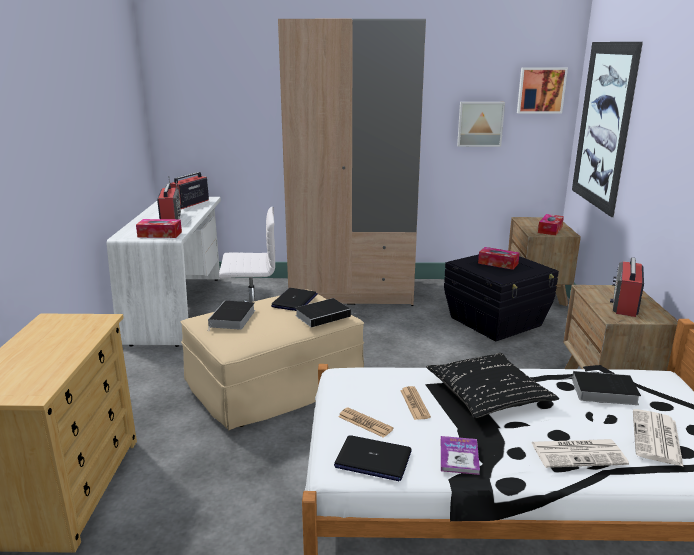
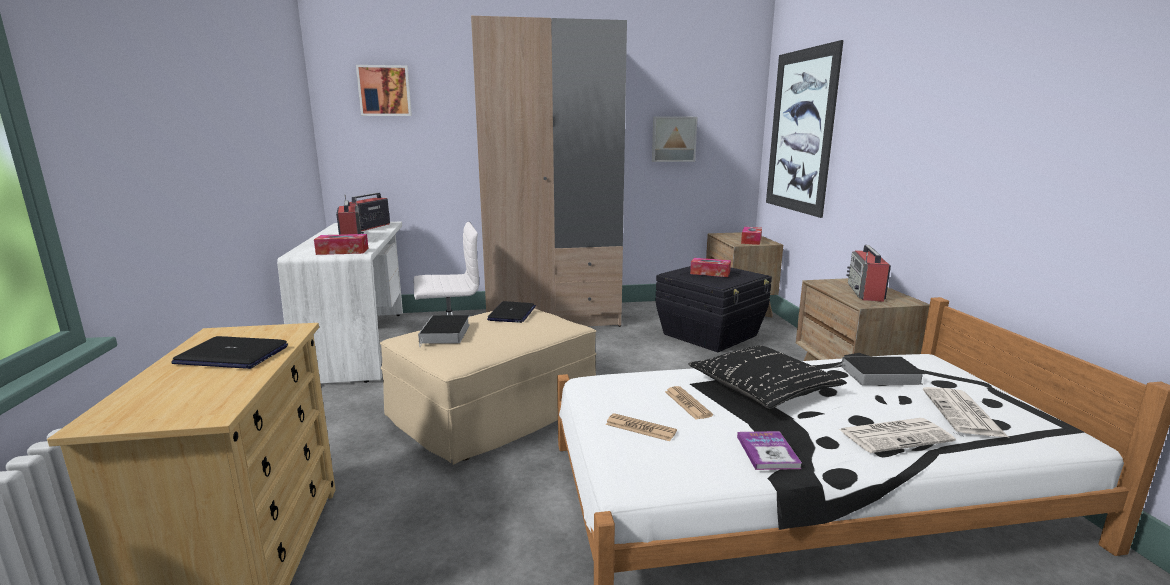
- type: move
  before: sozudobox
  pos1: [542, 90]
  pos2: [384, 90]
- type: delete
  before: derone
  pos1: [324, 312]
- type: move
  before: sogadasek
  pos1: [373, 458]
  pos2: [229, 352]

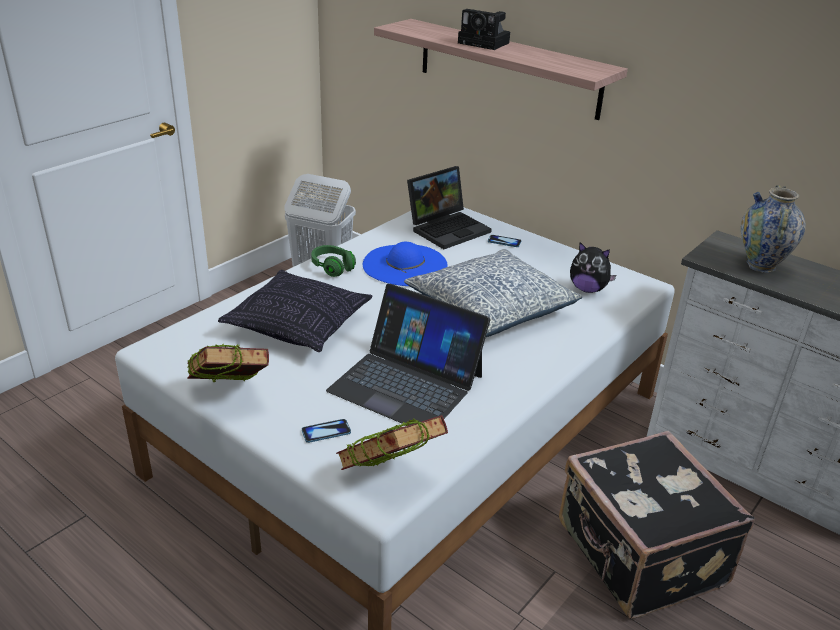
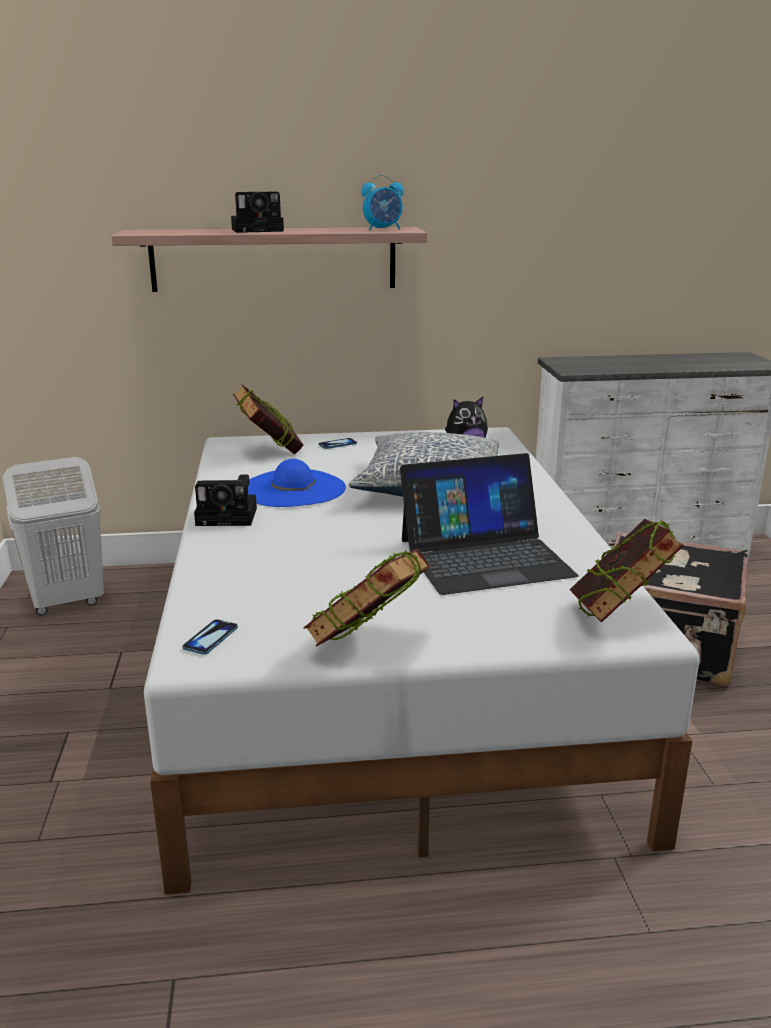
- type: replace
  before: sogadasek
  after: derone
  pos1: [449, 207]
  pos2: [268, 420]
- type: delete
  before: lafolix
  pos1: [773, 229]
- type: replace
  before: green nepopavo
  after: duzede
  pos1: [333, 261]
  pos2: [225, 500]
- type: delete
  before: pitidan
  pos1: [295, 311]
- type: move
  before: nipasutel
  pos1: [326, 431]
  pos2: [210, 637]
- type: insert
  after: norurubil
  pos2: [382, 202]

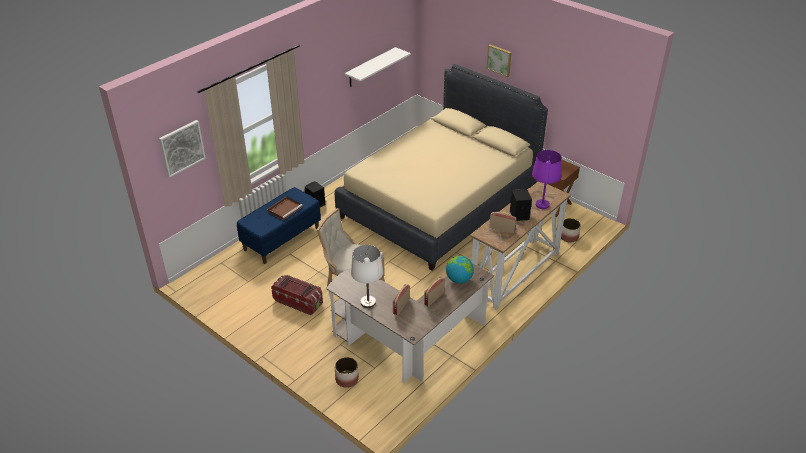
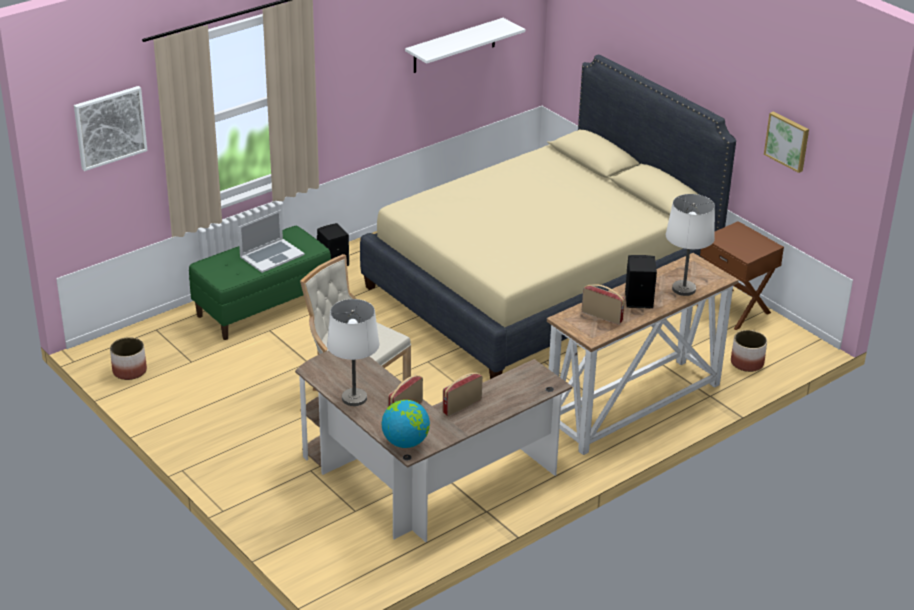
- type: move
  before: sozudobox
  pos1: [499, 61]
  pos2: [786, 142]
- type: recolor
  before: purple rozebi
  after: white rozebi
  pos1: [547, 179]
  pos2: [690, 245]
- type: recolor
  before: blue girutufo
  after: green girutufo
  pos1: [279, 225]
  pos2: [260, 283]
- type: replace
  before: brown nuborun
  after: sogadasek
  pos1: [285, 208]
  pos2: [271, 241]
- type: move
  before: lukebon
  pos1: [460, 270]
  pos2: [406, 424]
- type: delete
  before: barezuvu
  pos1: [297, 295]
- type: move
  before: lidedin
  pos1: [347, 372]
  pos2: [128, 358]

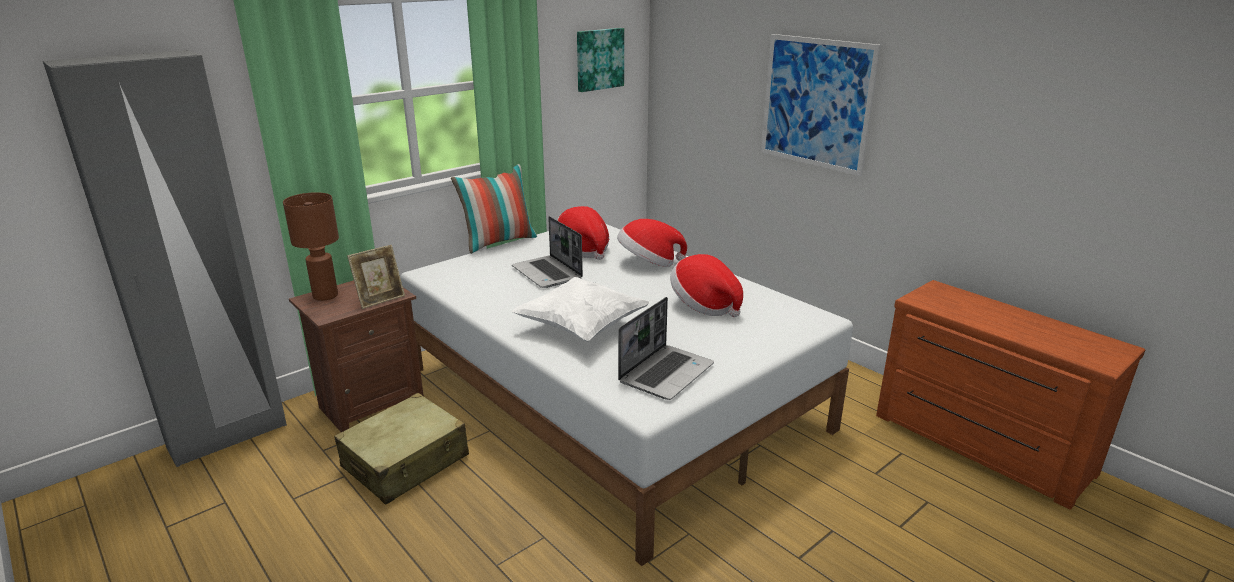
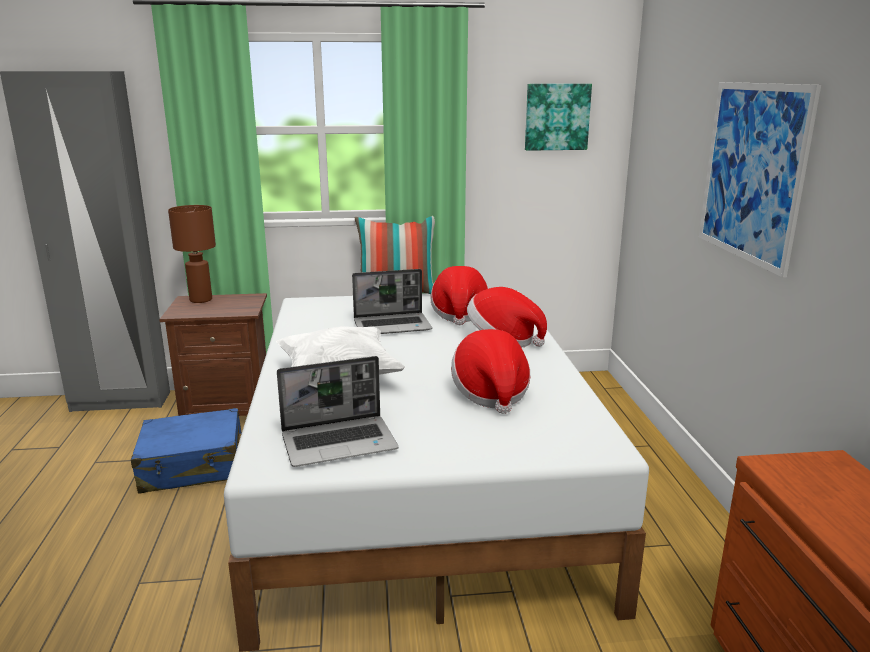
- type: rotate
  before: sogadasek
  pos1: [547, 252]
  pos2: [392, 301]
  turn: -105
- type: delete
  before: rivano
  pos1: [376, 277]
- type: recolor
  before: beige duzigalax
  after: blue duzigalax
  pos1: [401, 448]
  pos2: [186, 451]

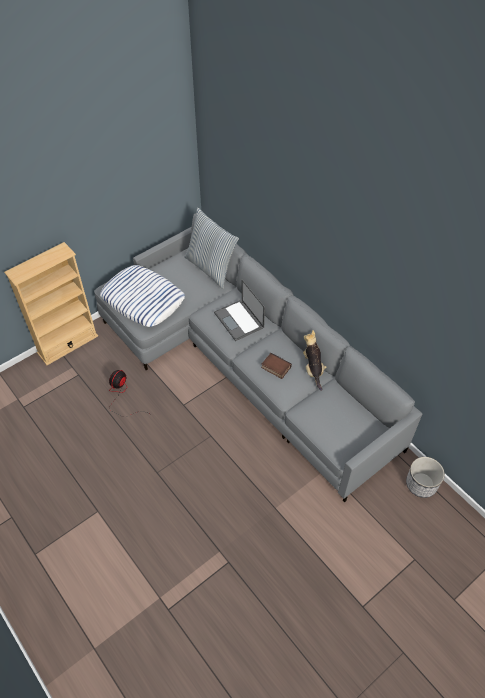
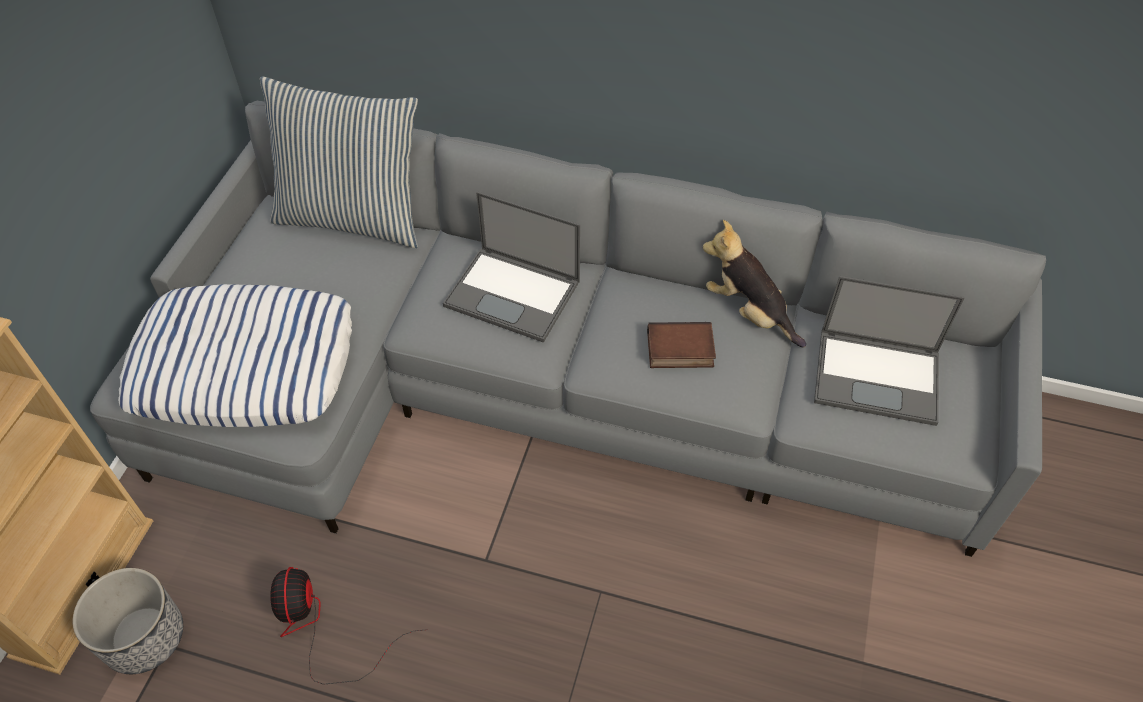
- type: move
  before: lidedin
  pos1: [425, 477]
  pos2: [127, 621]
- type: insert
  after: sogadasek
  pos2: [889, 351]

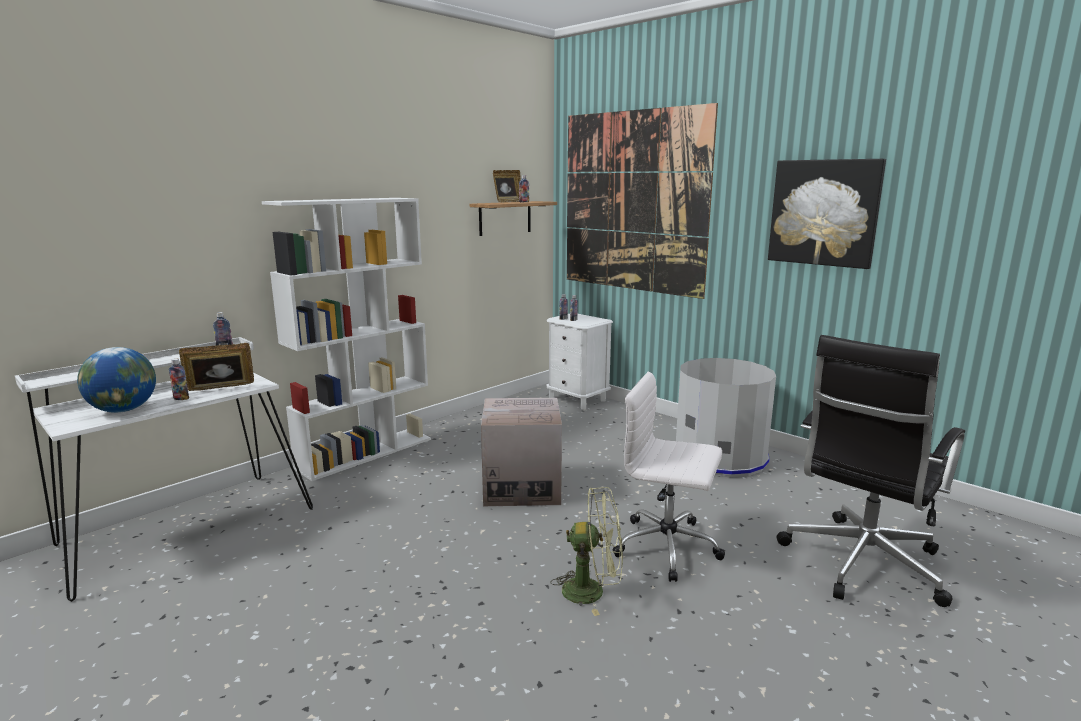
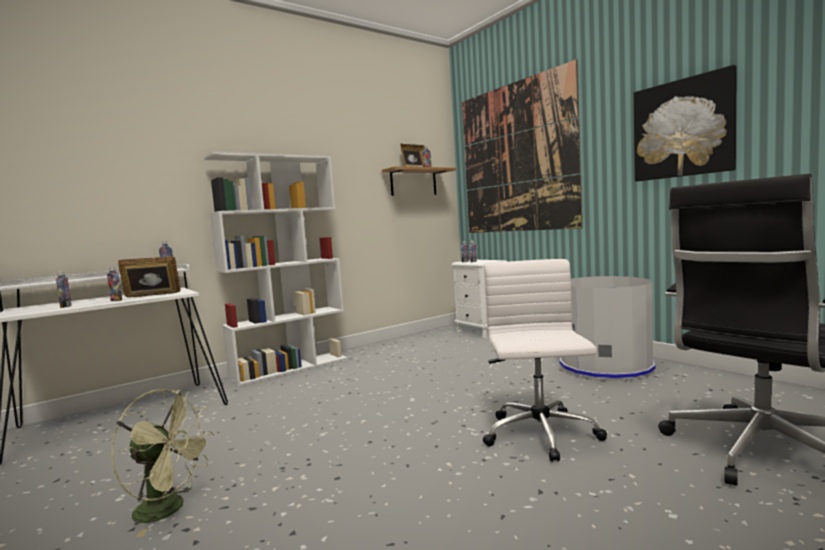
- type: replace
  before: lukebon
  after: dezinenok
  pos1: [116, 380]
  pos2: [64, 289]
- type: rotate
  before: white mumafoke
  pos1: [669, 476]
  pos2: [545, 360]
  turn: 60
- type: delete
  before: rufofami
  pos1: [521, 452]
- type: move
  before: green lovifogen
  pos1: [587, 551]
  pos2: [162, 463]

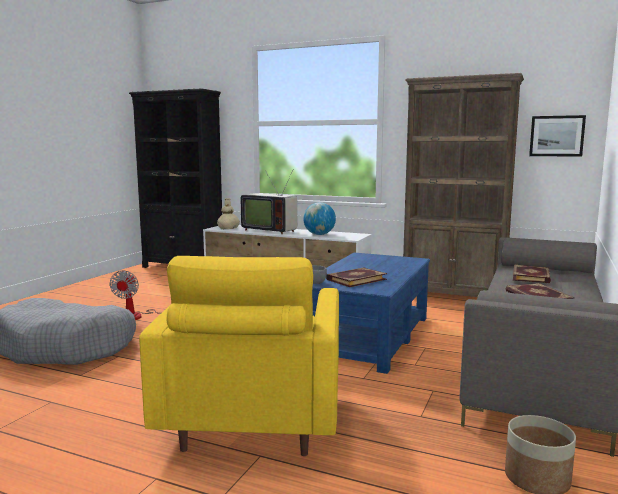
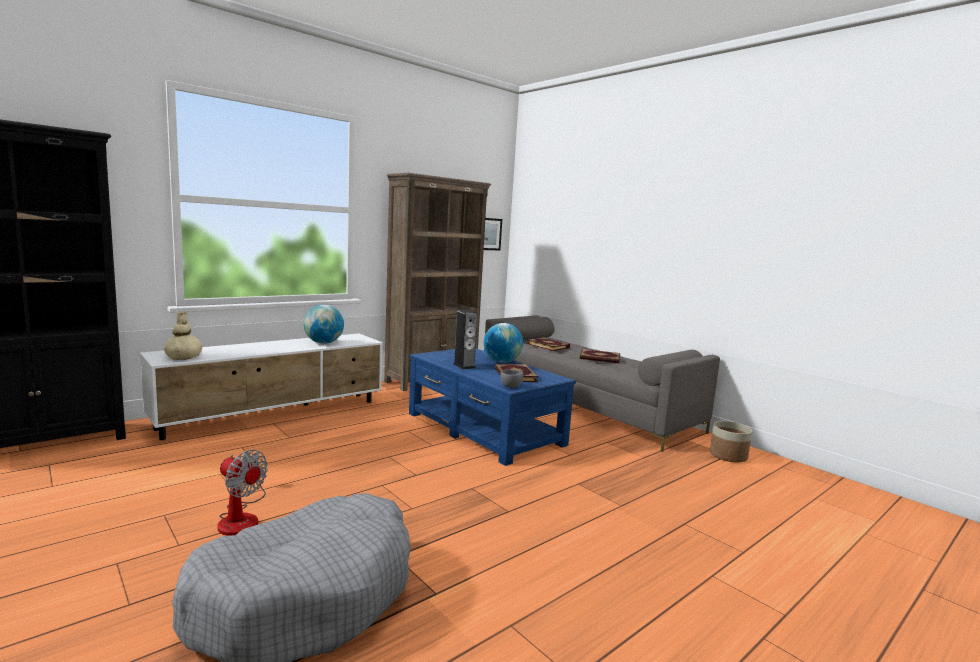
- type: delete
  before: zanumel
  pos1: [269, 202]
- type: delete
  before: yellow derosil
  pos1: [239, 356]
- type: insert
  after: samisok
  pos2: [465, 339]
- type: insert
  after: lukebon
  pos2: [503, 343]

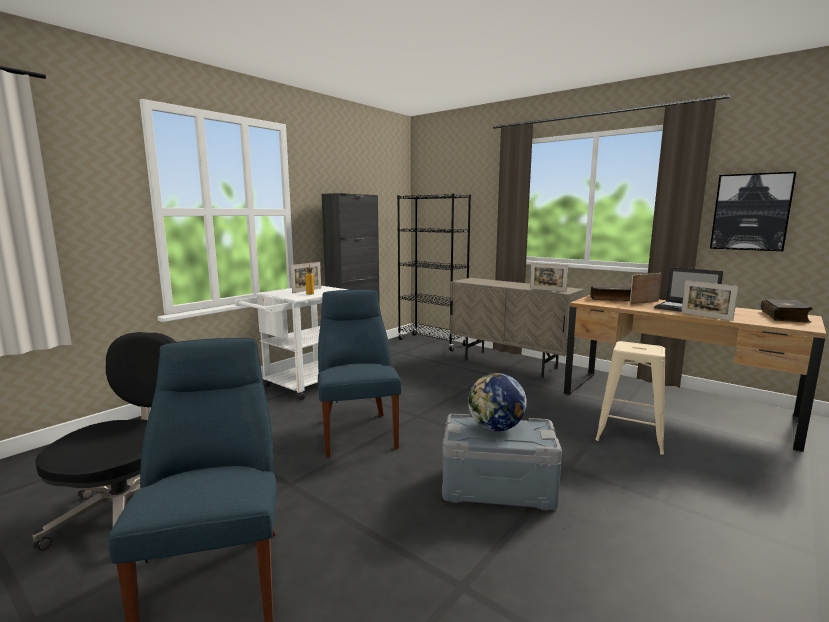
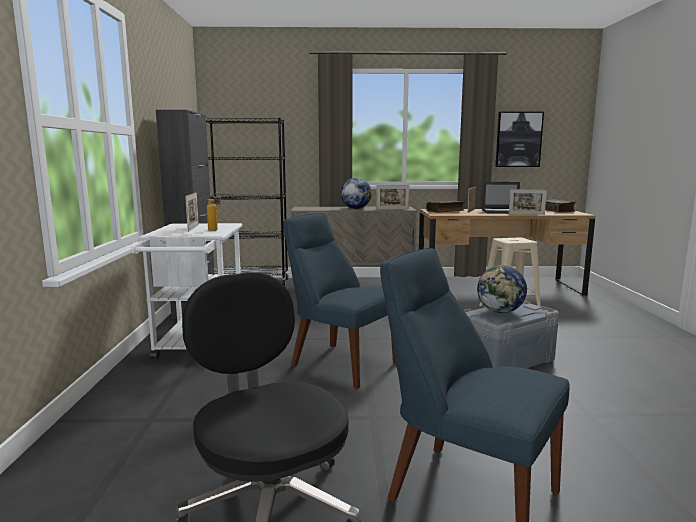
- type: insert
  after: lukebon
  pos2: [356, 193]

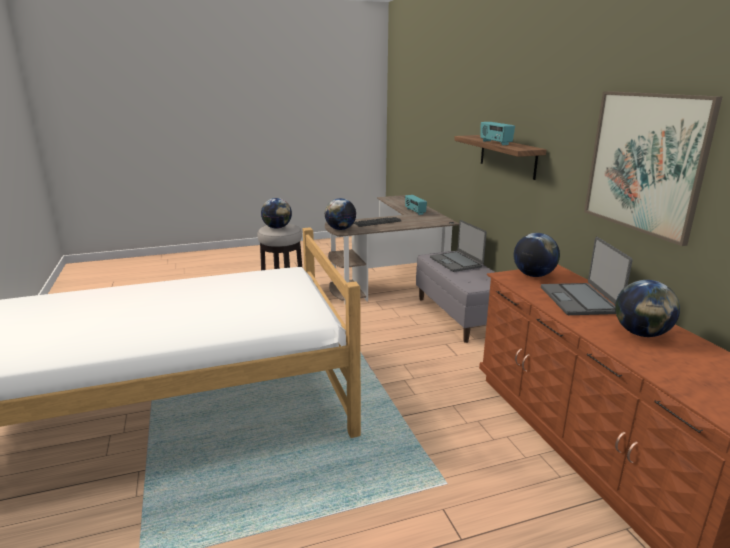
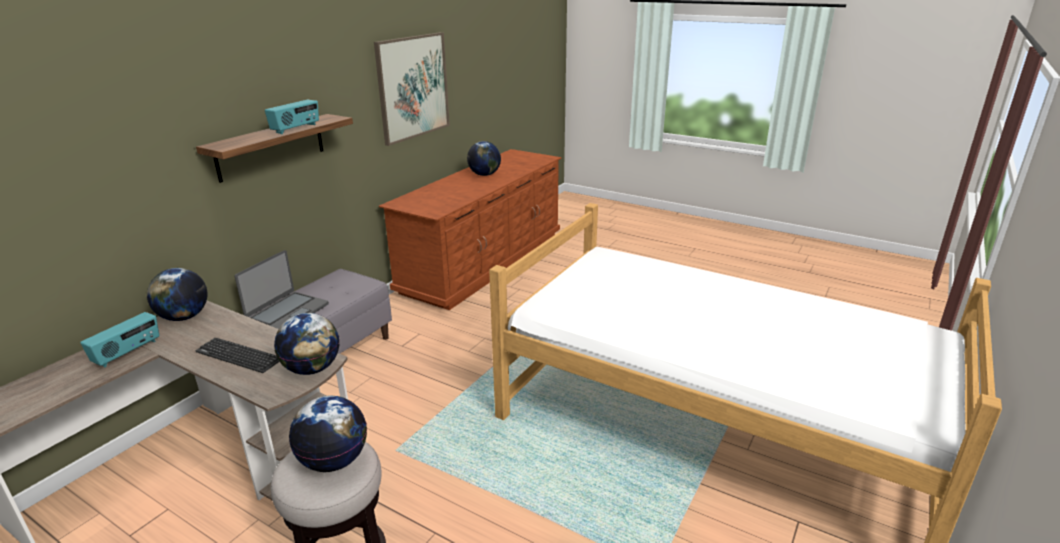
- type: move
  before: lukebon
  pos1: [537, 255]
  pos2: [177, 294]
- type: delete
  before: sogadasek
  pos1: [587, 276]

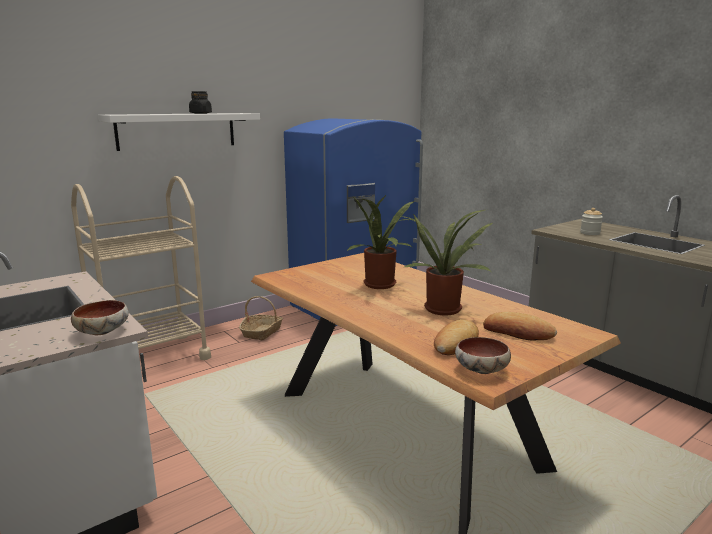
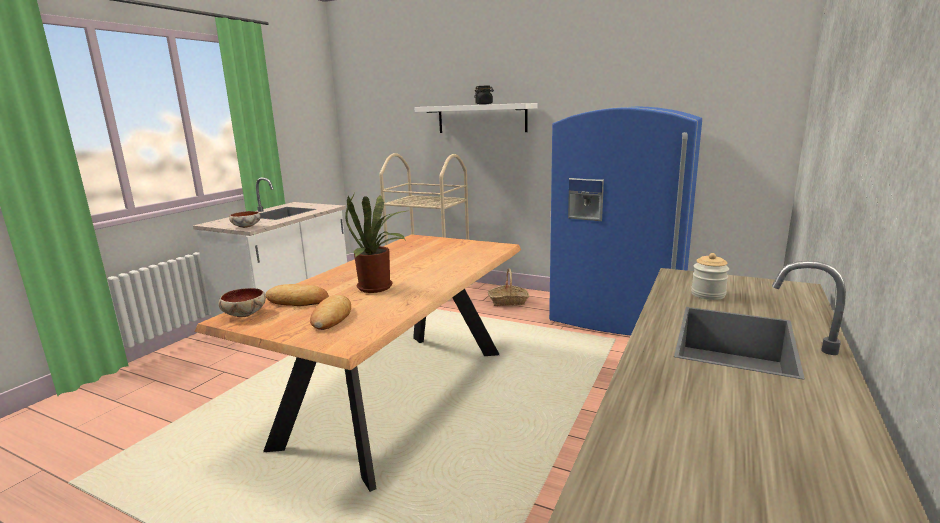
- type: delete
  before: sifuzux
  pos1: [380, 241]

